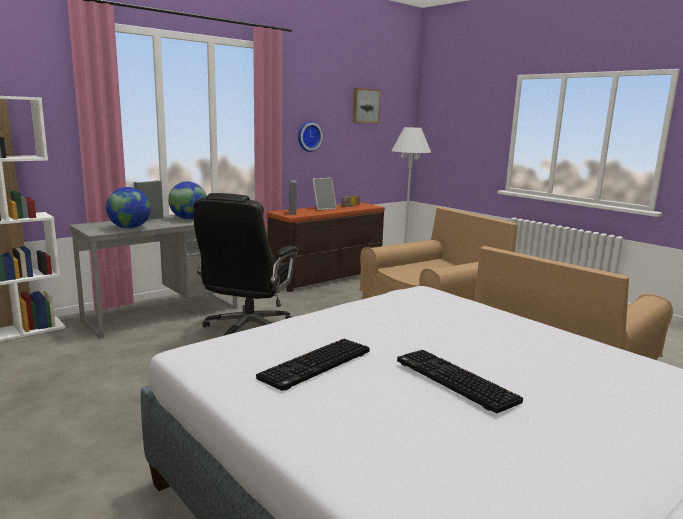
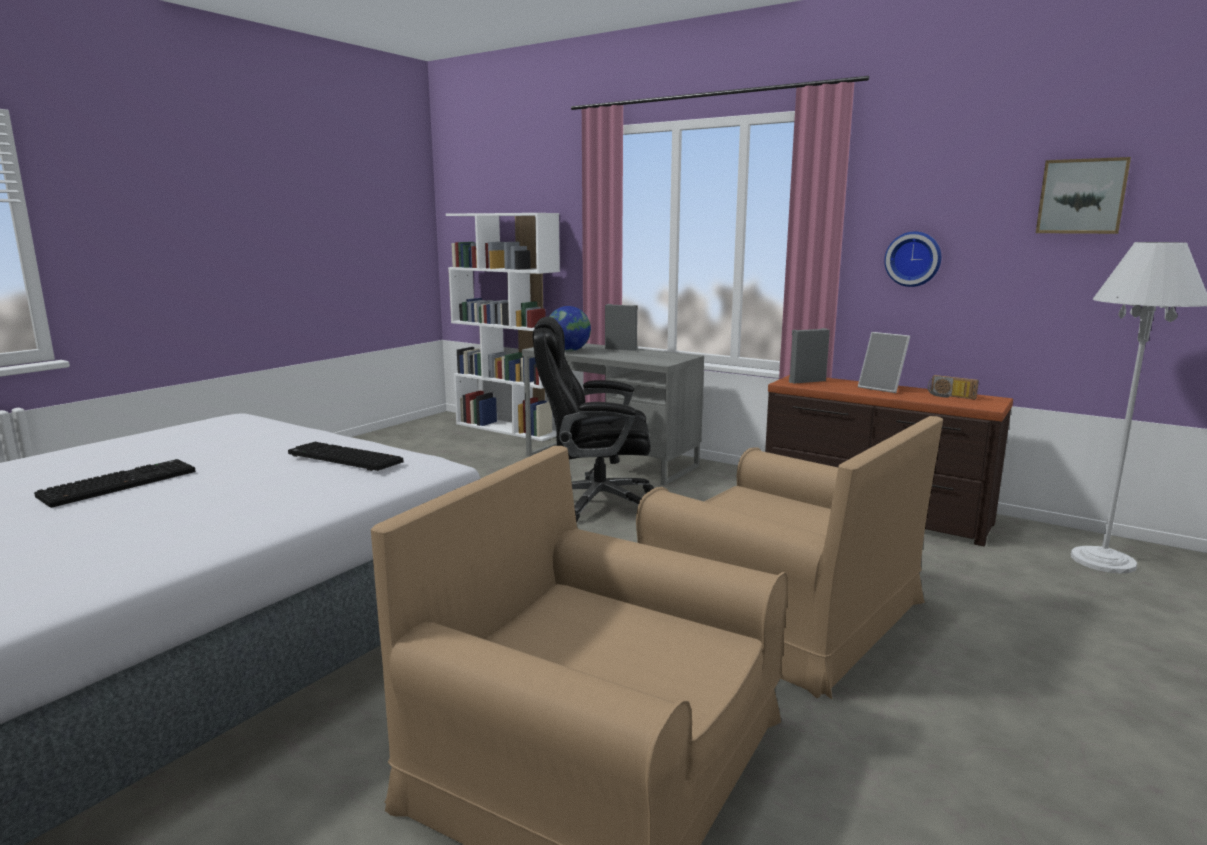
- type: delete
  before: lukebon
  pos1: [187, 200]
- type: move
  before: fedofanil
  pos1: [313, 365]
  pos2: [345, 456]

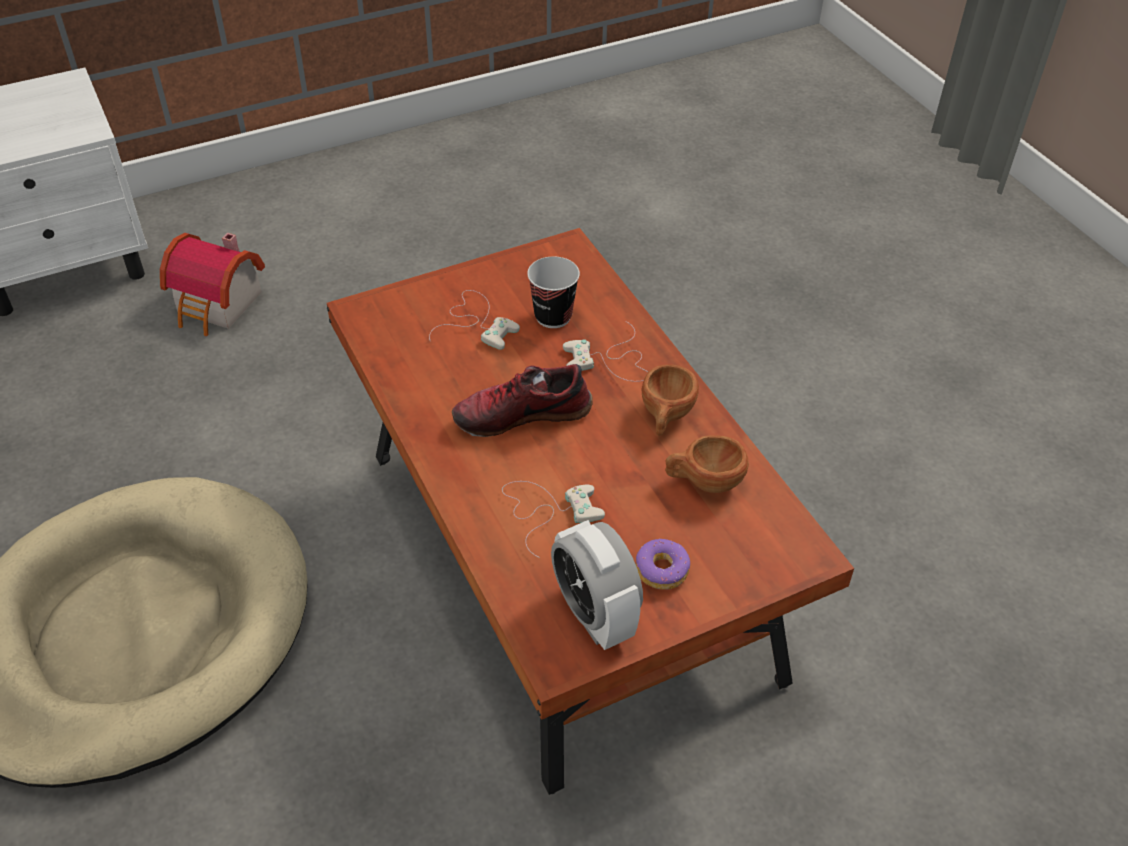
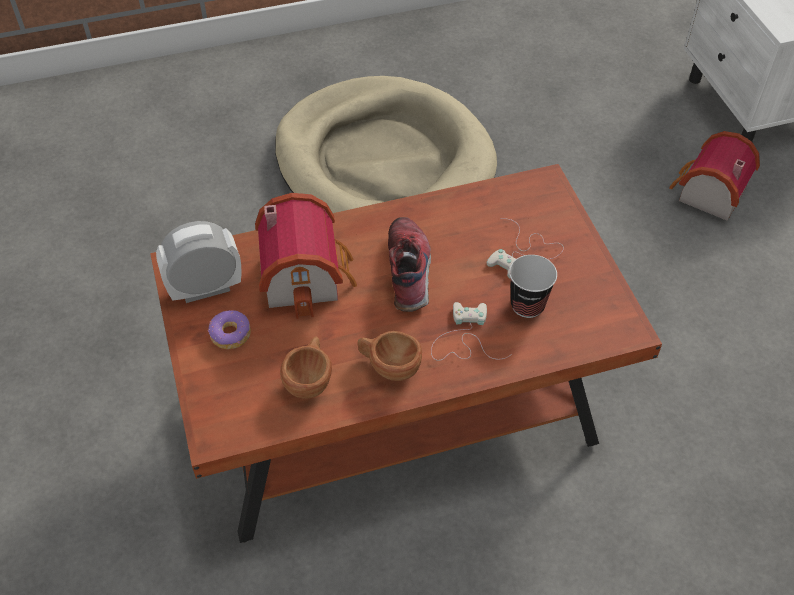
- type: replace
  before: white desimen
  after: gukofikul
  pos1: [553, 519]
  pos2: [306, 256]

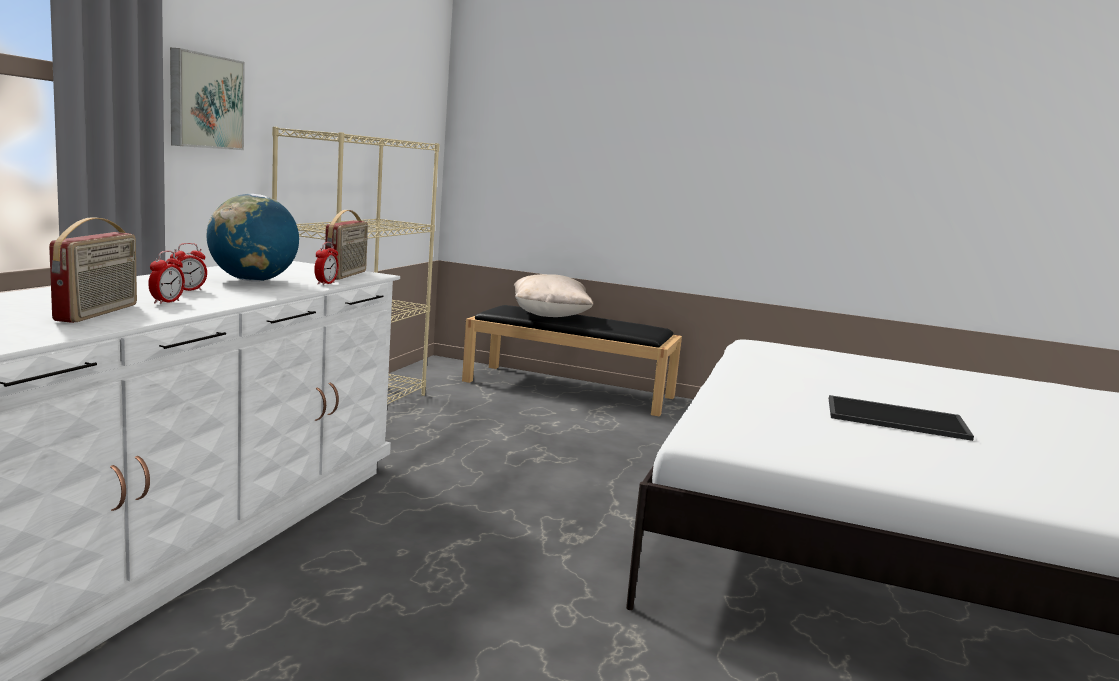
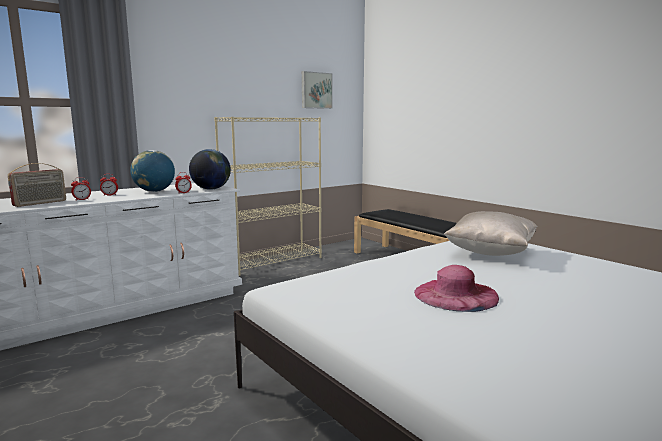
- type: move
  before: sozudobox
  pos1: [207, 99]
  pos2: [317, 90]
- type: replace
  before: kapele
  after: lukebon
  pos1: [346, 245]
  pos2: [210, 169]
- type: move
  before: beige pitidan
  pos1: [553, 295]
  pos2: [491, 233]
- type: replace
  before: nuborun
  after: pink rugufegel
  pos1: [901, 418]
  pos2: [456, 288]

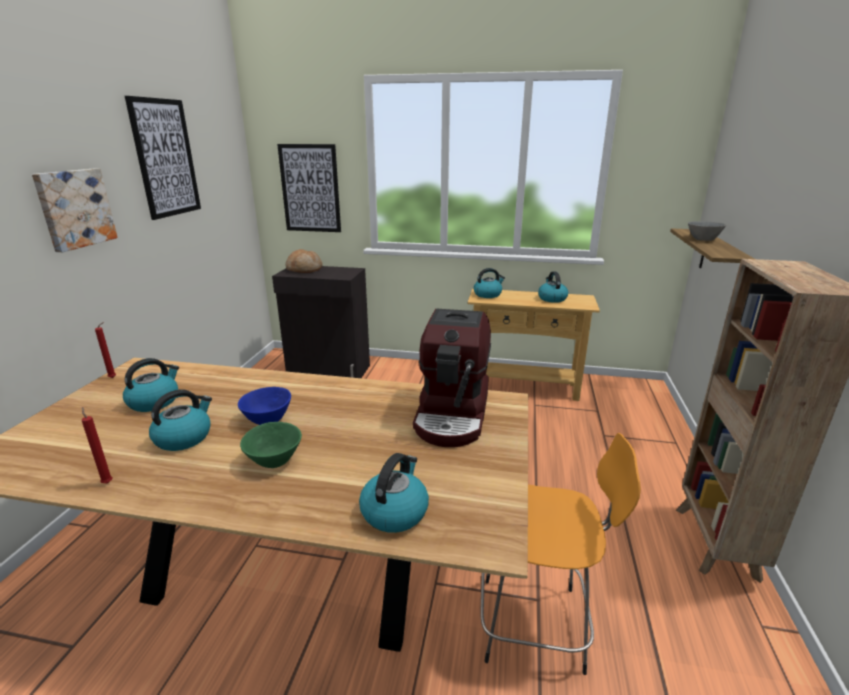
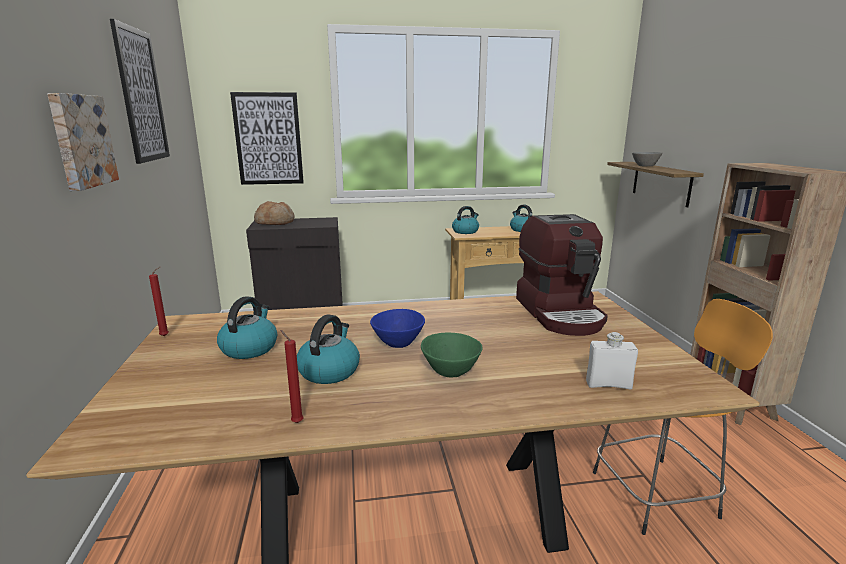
- type: replace
  before: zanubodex
  after: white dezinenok
  pos1: [394, 493]
  pos2: [612, 361]

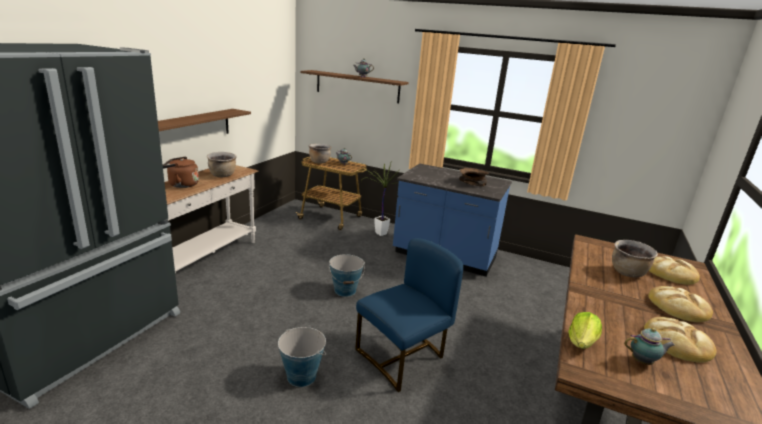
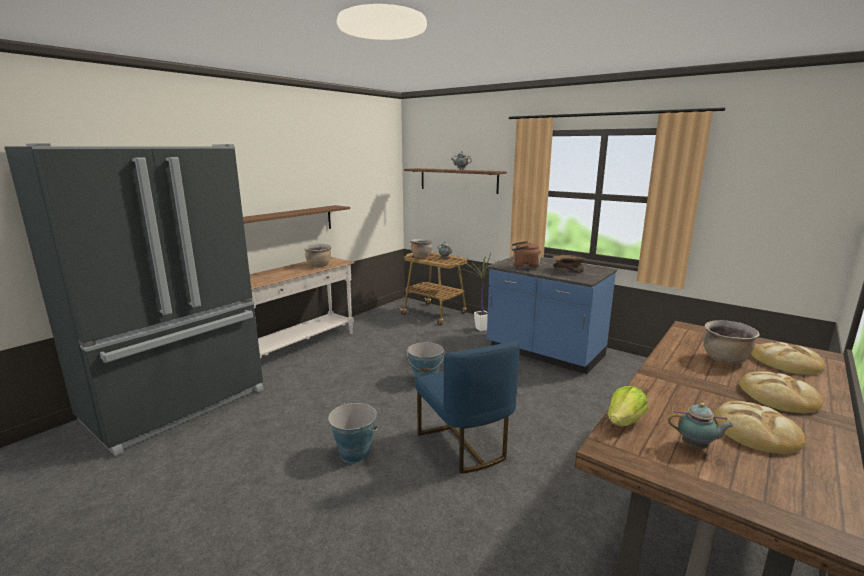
- type: move
  before: brown zanubodex
  pos1: [181, 172]
  pos2: [526, 255]
- type: rotate
  before: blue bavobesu
  pos1: [409, 315]
  pos2: [467, 407]
  turn: 90

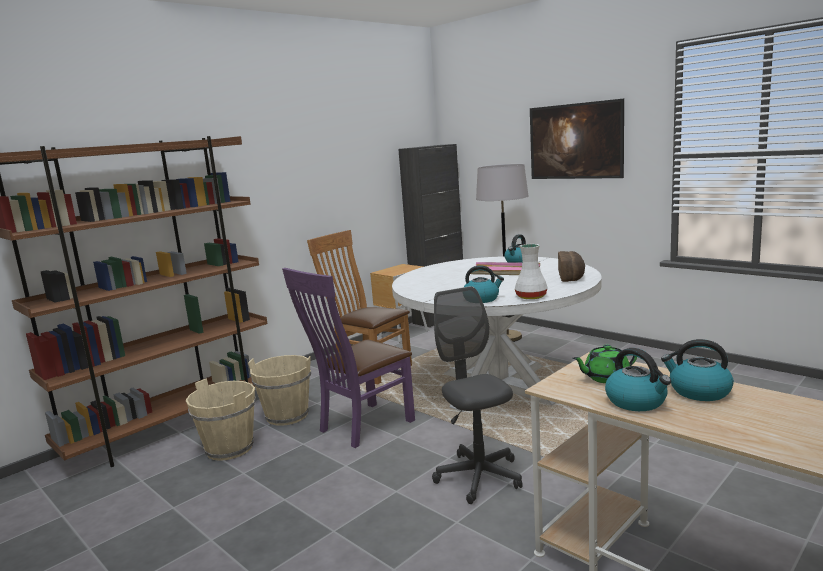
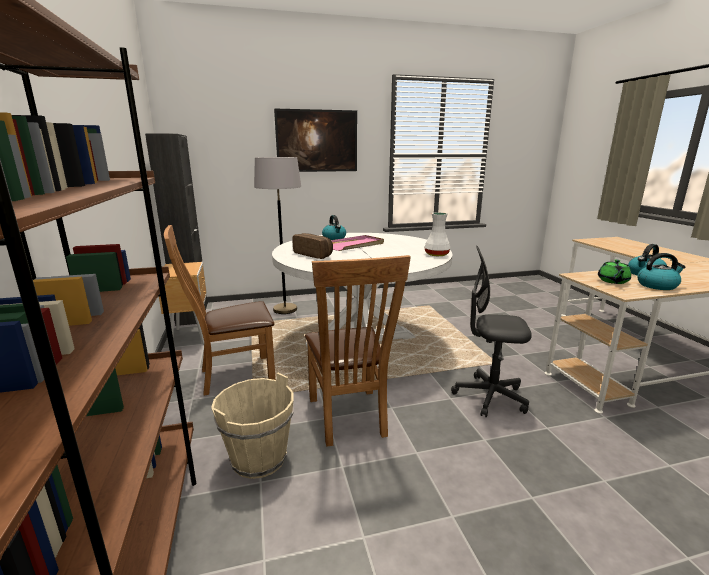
- type: move
  before: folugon
  pos1: [571, 266]
  pos2: [313, 246]
- type: delete
  before: zanubodex
  pos1: [484, 284]
- type: recolor
  before: purple bavobesu
  after: brown bavobesu
  pos1: [348, 358]
  pos2: [358, 351]
- type: delete
  before: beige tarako
  pos1: [221, 420]

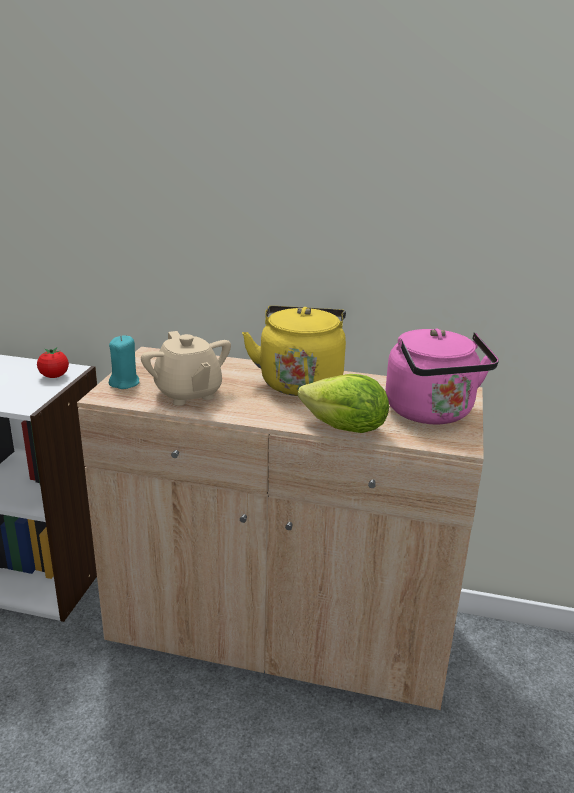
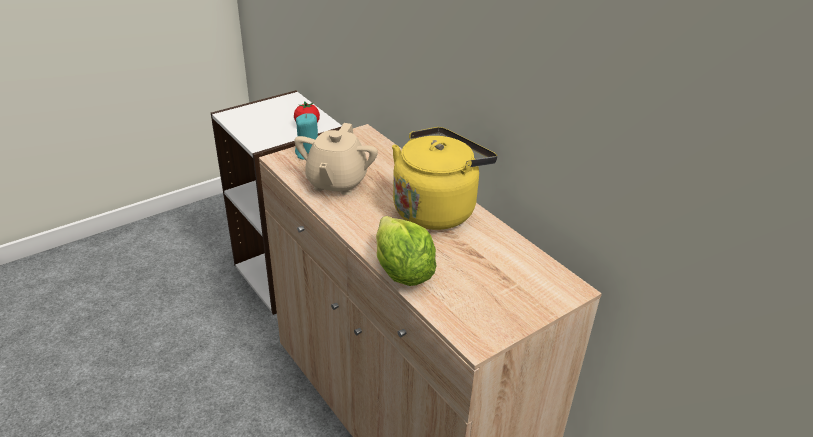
- type: delete
  before: pink zanubodex
  pos1: [442, 376]

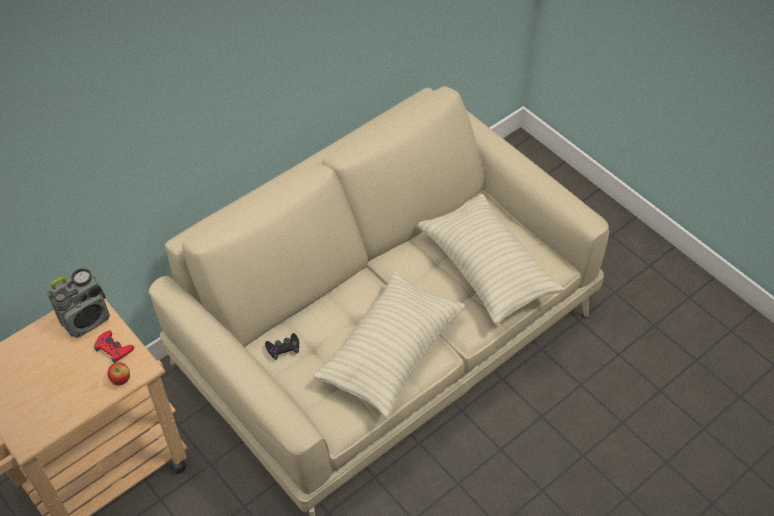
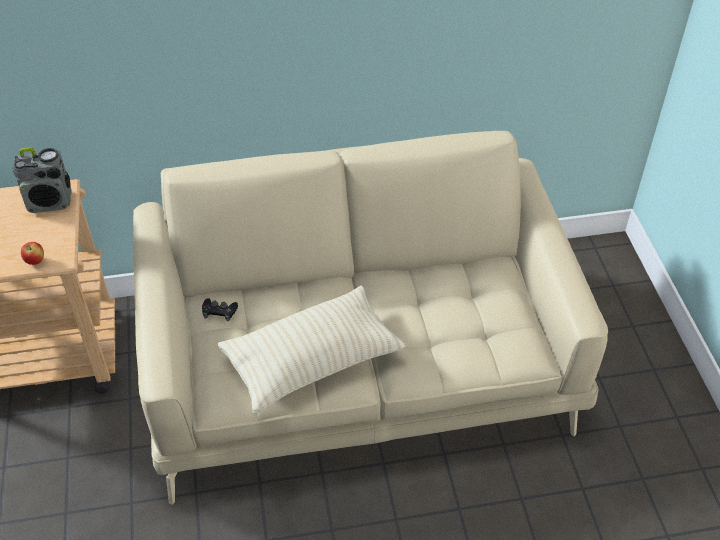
- type: delete
  before: beige pitidan
  pos1: [490, 260]
- type: delete
  before: red desimen
  pos1: [114, 347]

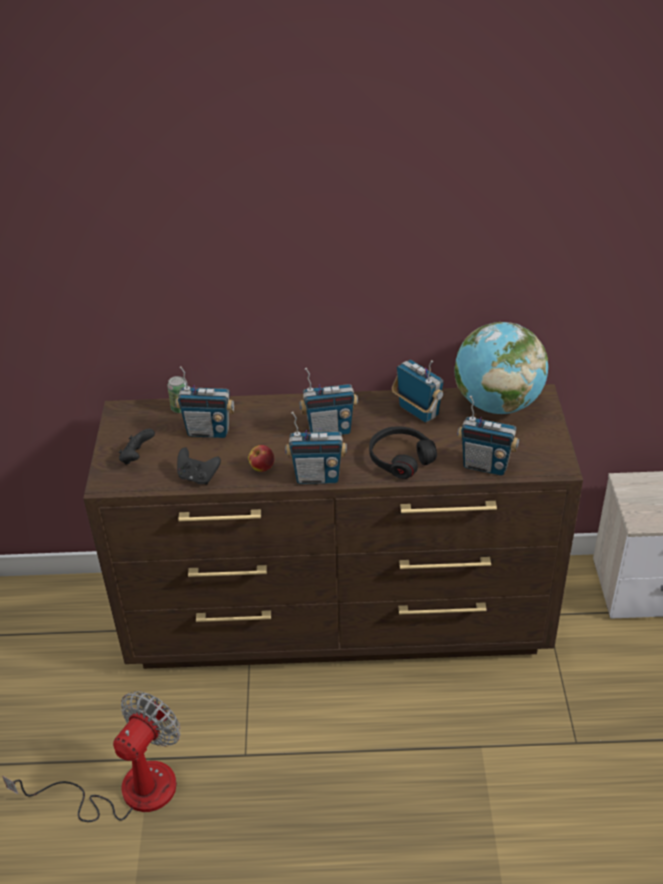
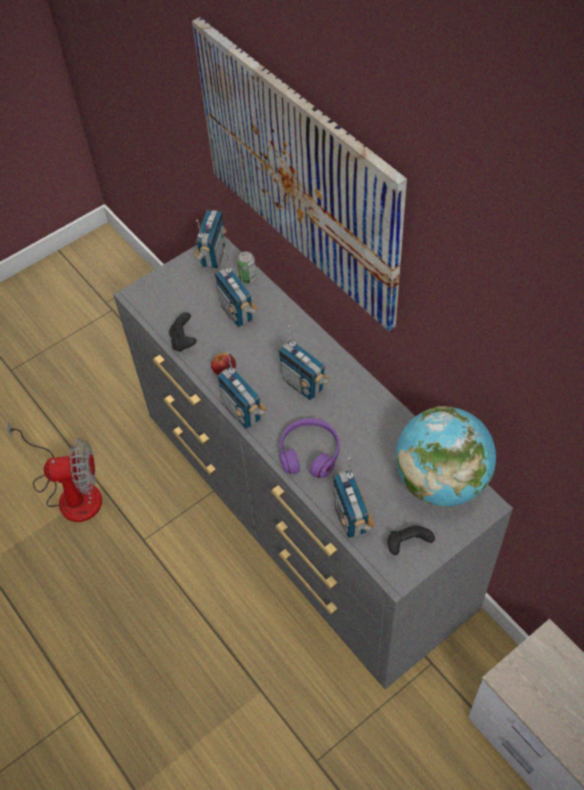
- type: move
  before: kapele
  pos1: [418, 391]
  pos2: [210, 239]
- type: recolor
  before: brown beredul
  after: grey beredul
  pos1: [333, 526]
  pos2: [313, 463]
- type: recolor
  before: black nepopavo
  after: purple nepopavo
  pos1: [403, 452]
  pos2: [309, 448]
- type: move
  before: black desimen
  pos1: [137, 446]
  pos2: [411, 540]
- type: insert
  after: sozudobox
  pos2: [299, 174]

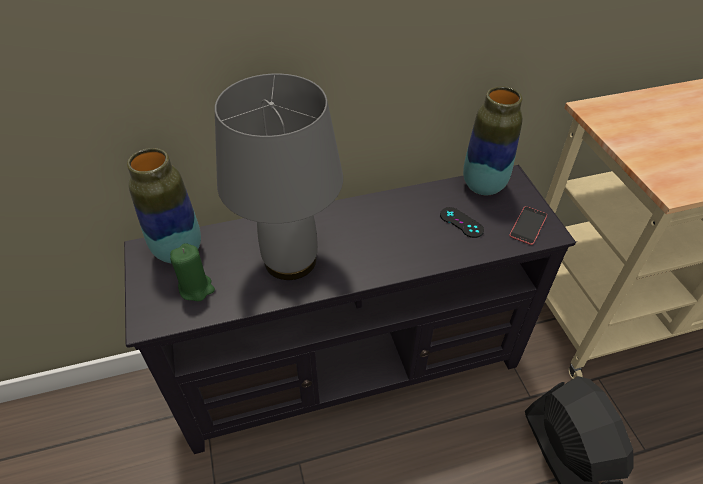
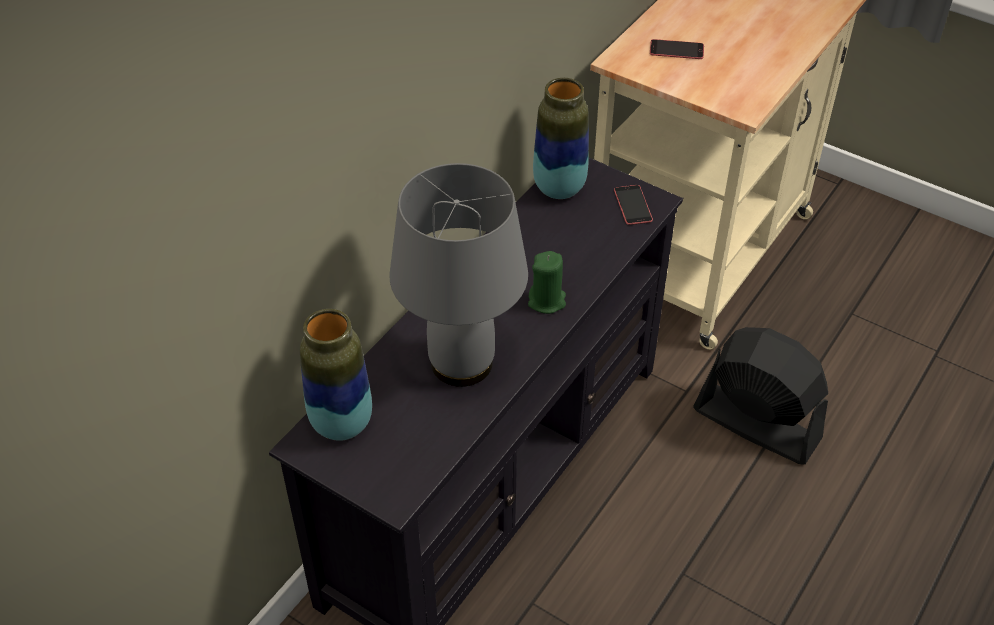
- type: delete
  before: black desimen
  pos1: [462, 222]
- type: move
  before: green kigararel
  pos1: [192, 272]
  pos2: [547, 282]
- type: insert
  after: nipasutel
  pos2: [677, 49]

